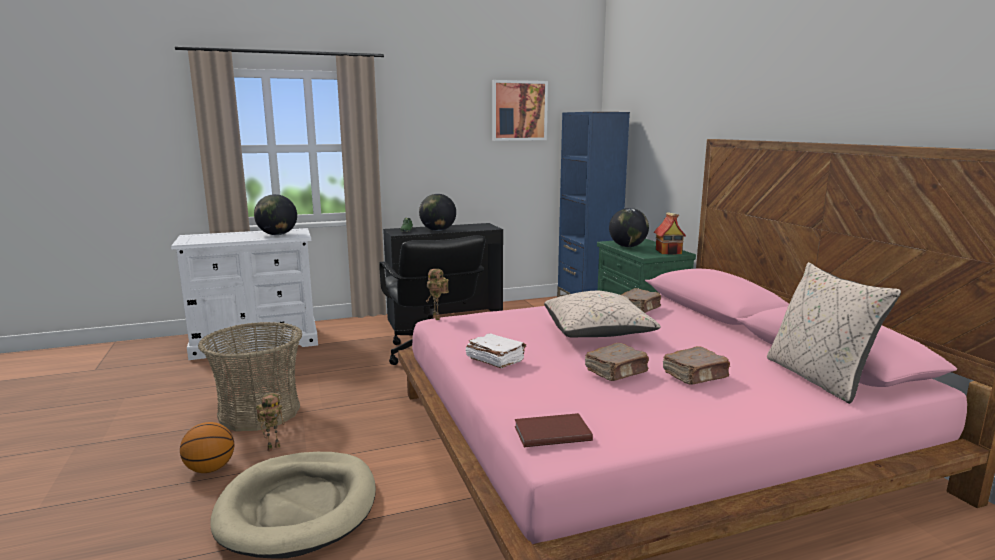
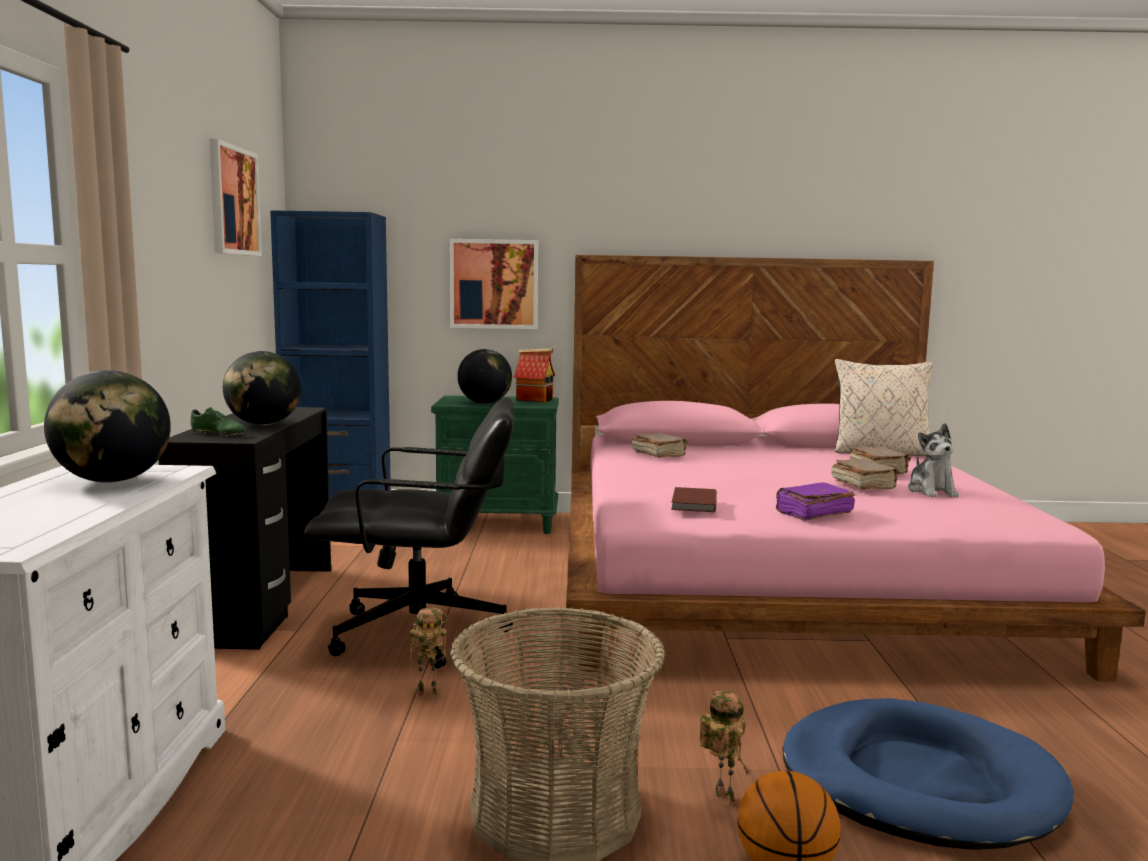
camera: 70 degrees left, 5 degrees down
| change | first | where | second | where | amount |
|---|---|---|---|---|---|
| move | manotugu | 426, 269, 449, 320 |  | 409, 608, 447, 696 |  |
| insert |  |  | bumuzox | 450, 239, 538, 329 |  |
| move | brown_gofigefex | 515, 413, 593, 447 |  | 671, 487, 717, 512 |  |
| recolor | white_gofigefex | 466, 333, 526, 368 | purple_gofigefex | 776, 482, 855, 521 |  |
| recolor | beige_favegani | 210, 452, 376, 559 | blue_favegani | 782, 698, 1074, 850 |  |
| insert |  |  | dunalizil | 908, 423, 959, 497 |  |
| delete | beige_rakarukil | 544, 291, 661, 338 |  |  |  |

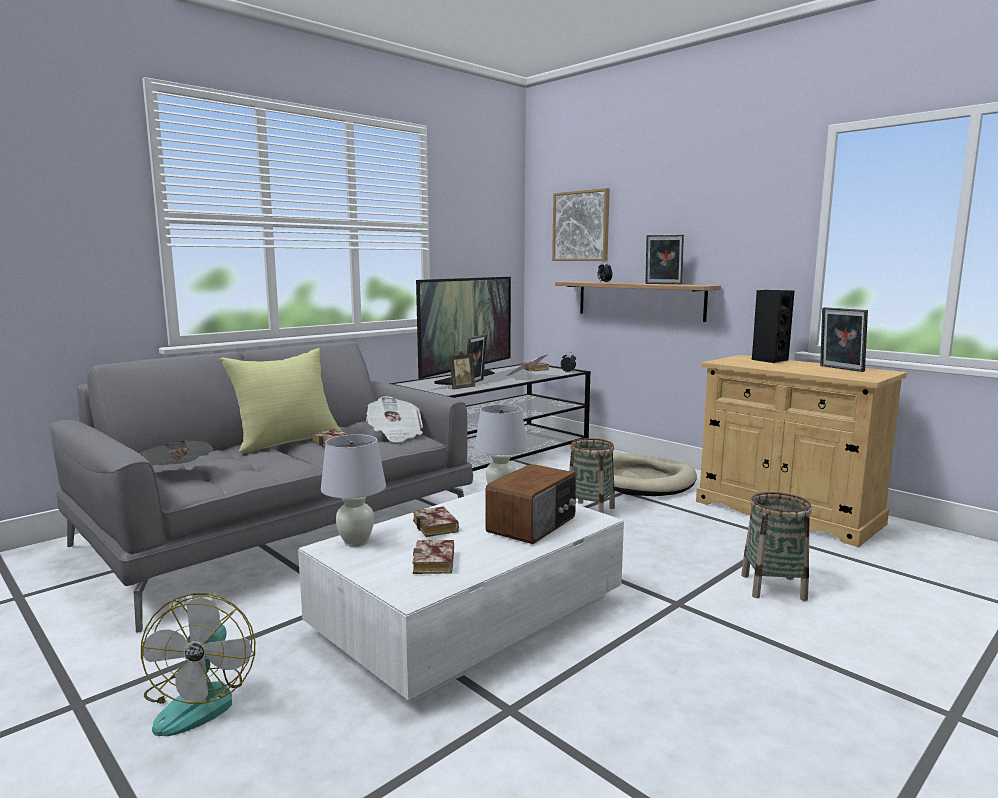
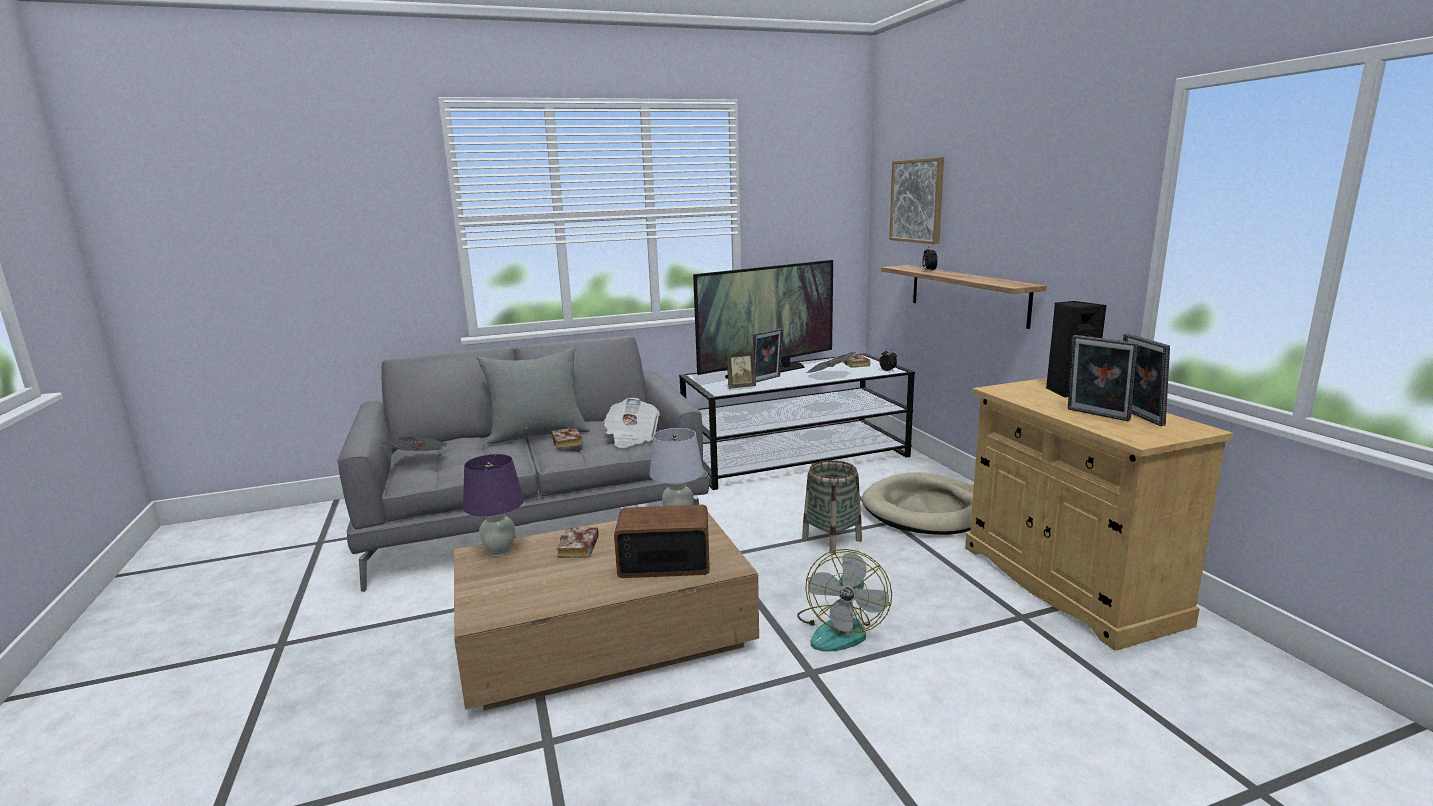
camera: 25 degrees right, 5 degrees up
| change | first | where | second | where | amount |
|---|---|---|---|---|---|
| recolor | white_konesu | 298, 490, 624, 702 | brown_konesu | 454, 513, 759, 711 |  |
| recolor | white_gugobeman | 321, 434, 386, 547 | purple_gugobeman | 463, 454, 524, 557 |  |
| recolor | yellow_rakarukil | 220, 348, 341, 453 | grey_rakarukil | 477, 347, 590, 444 |  |
| rotate | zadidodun | 485, 464, 576, 544 |  | 614, 505, 710, 578 | 150 degrees counterclockwise |
| move | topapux | 141, 593, 255, 736 |  | 797, 549, 892, 652 |  |
| move | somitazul | 646, 235, 684, 284 |  | 1068, 335, 1138, 421 |  |
| delete | gofigefex | 412, 540, 454, 574 |  |  |  |
| delete | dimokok | 741, 492, 812, 601 |  |  |  |

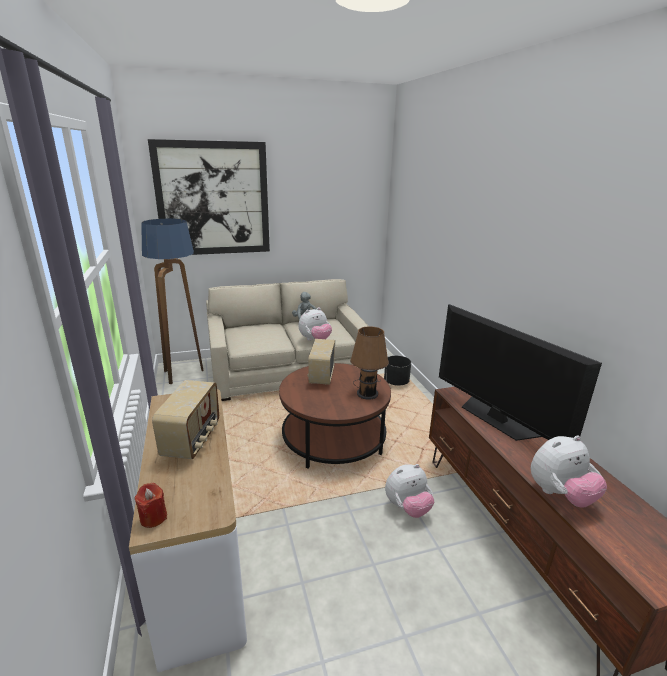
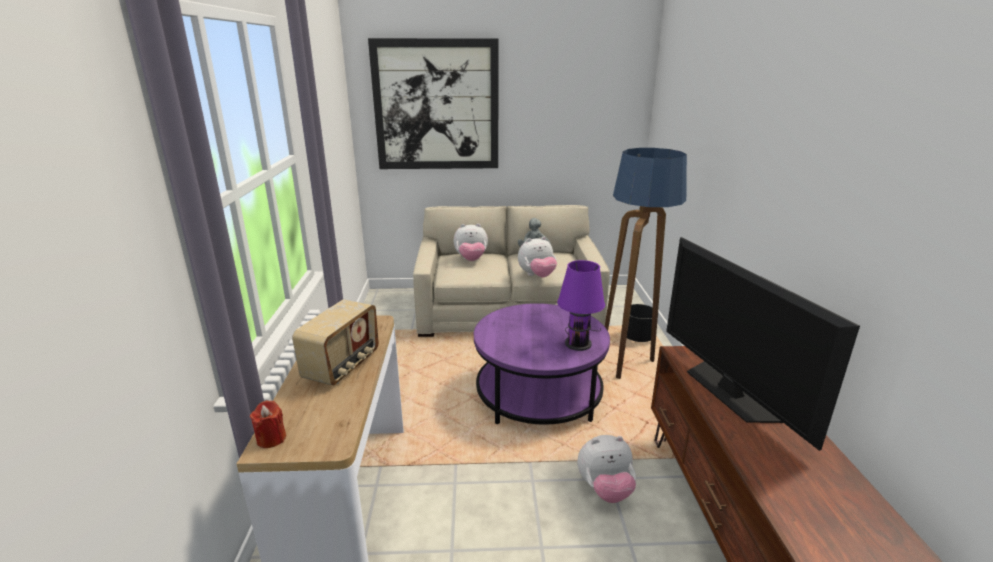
camera: 15 degrees right, 0 degrees up
| change | first | where | second | where | amount |
|---|---|---|---|---|---|
| move | dunalizil | 530, 435, 607, 508 |  | 453, 223, 488, 261 |  |
| recolor | brown_konesu | 279, 363, 391, 468 | purple_konesu | 474, 303, 610, 425 |  |
| recolor | brown_gugobeman | 350, 326, 389, 400 | purple_gugobeman | 557, 260, 605, 351 |  |
| move | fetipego | 141, 219, 204, 384 |  | 605, 148, 687, 379 |  |
| delete | zadidodun | 307, 339, 335, 385 |  |  |  |

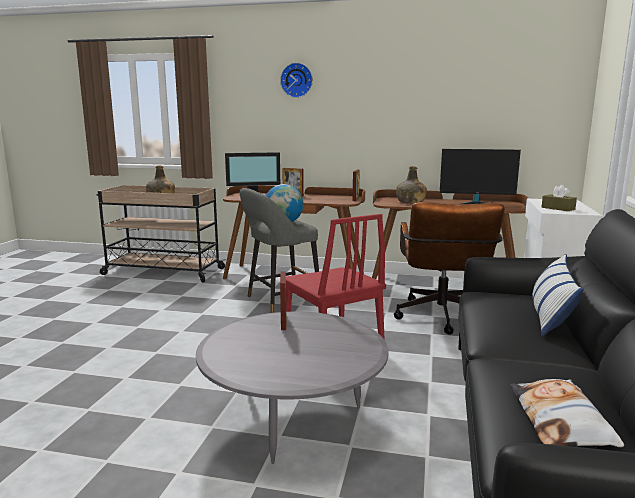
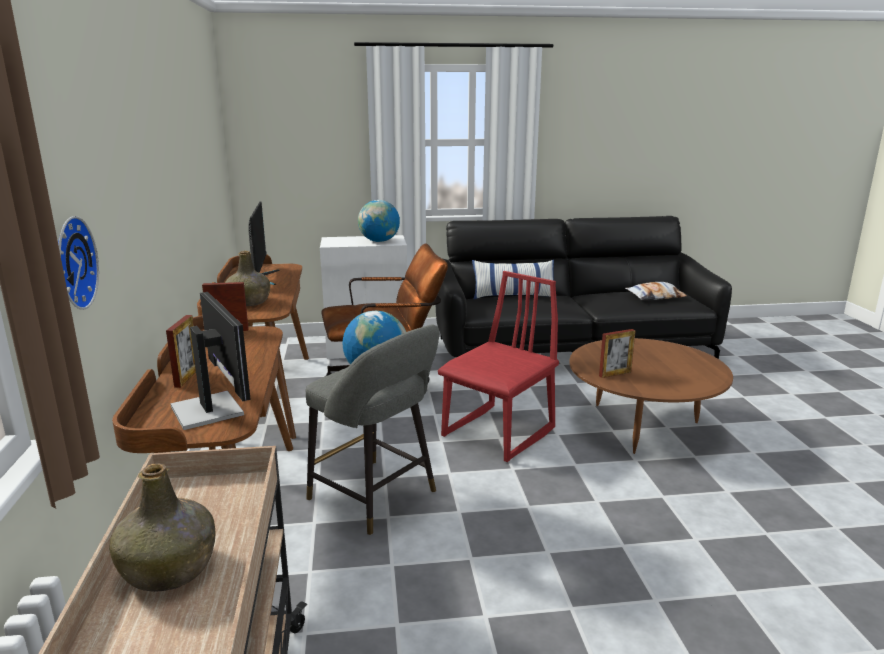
camera: 110 degrees left, 5 degrees up
| change | first | where | second | where | amount |
|---|---|---|---|---|---|
| move | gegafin | 280, 62, 313, 98 |  | 58, 216, 99, 310 |  |
| replace | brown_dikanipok | 542, 185, 577, 211 | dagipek | 358, 200, 400, 242 |  |
| recolor | grey_konesu | 196, 312, 388, 464 | brown_konesu | 569, 338, 733, 454 |  |

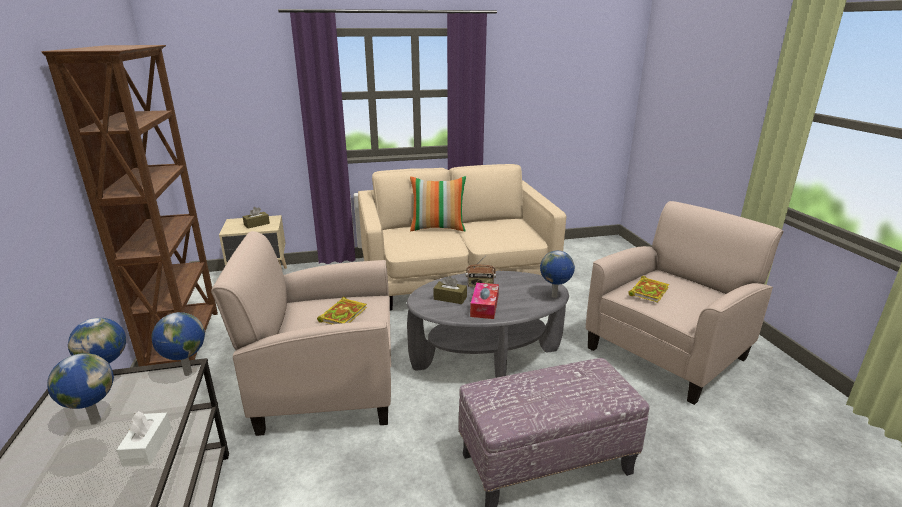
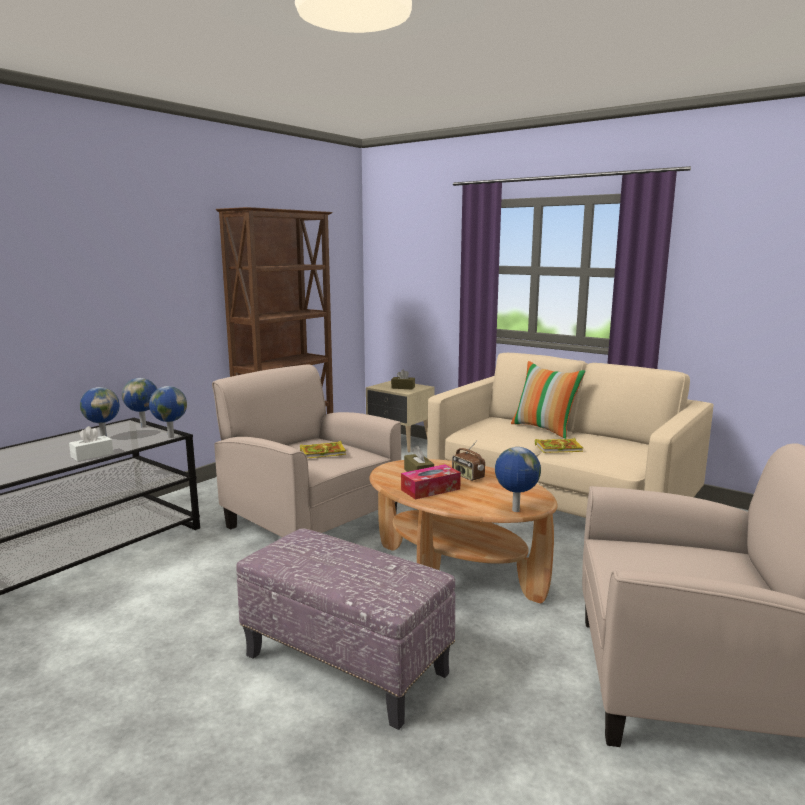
camera: 50 degrees right, 10 degrees down
| change | first | where | second | where | amount |
|---|---|---|---|---|---|
| recolor | grey_konesu | 407, 271, 569, 378 | brown_konesu | 369, 459, 558, 603 |  |
| move | gofigefex | 628, 276, 669, 303 |  | 535, 438, 583, 453 |  |

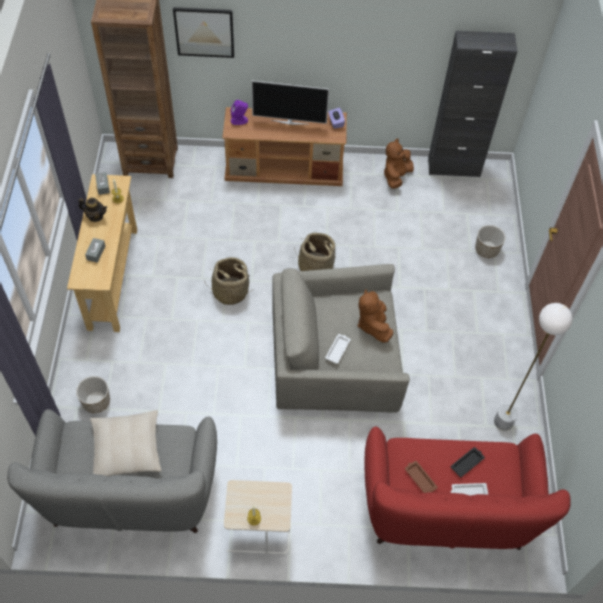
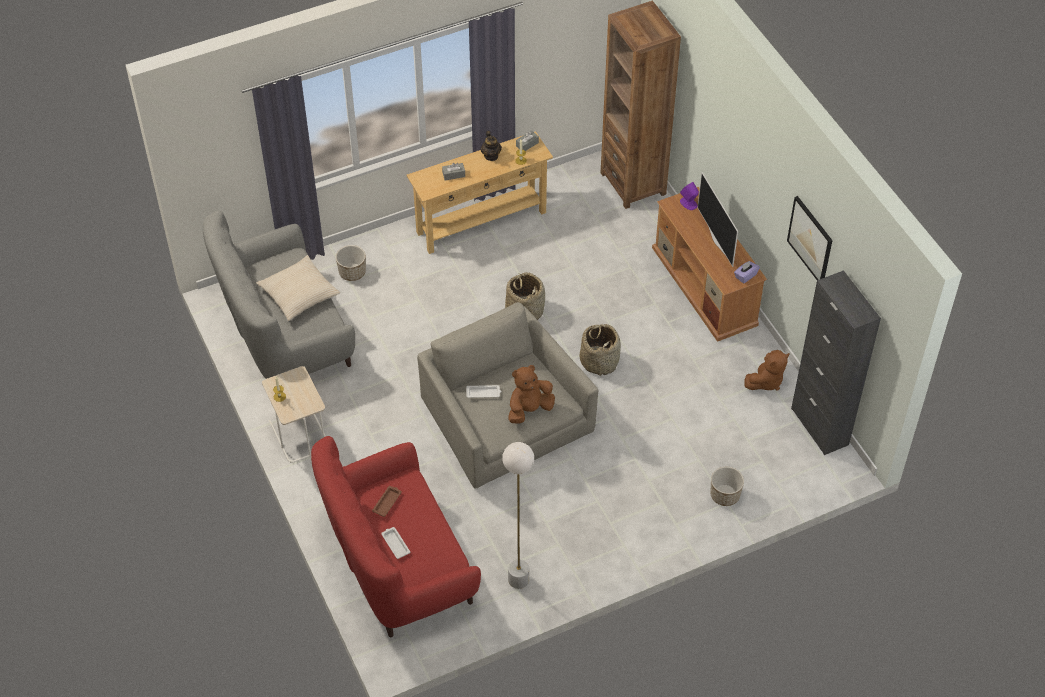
camera: 65 degrees right, 5 degrees down
| change | first | where | second | where | amount |
|---|---|---|---|---|---|
| rotate | brown_dunalizil | 384, 139, 414, 189 |  | 745, 350, 790, 391 | 135 degrees clockwise |
| move | bumuzox | 173, 7, 234, 58 |  | 787, 196, 833, 280 |  |
| delete | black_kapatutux | 451, 447, 485, 477 |  |  |  |

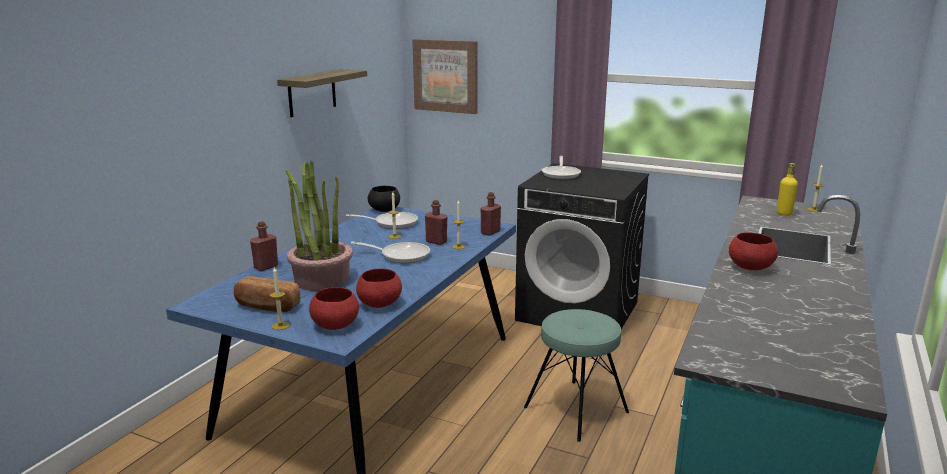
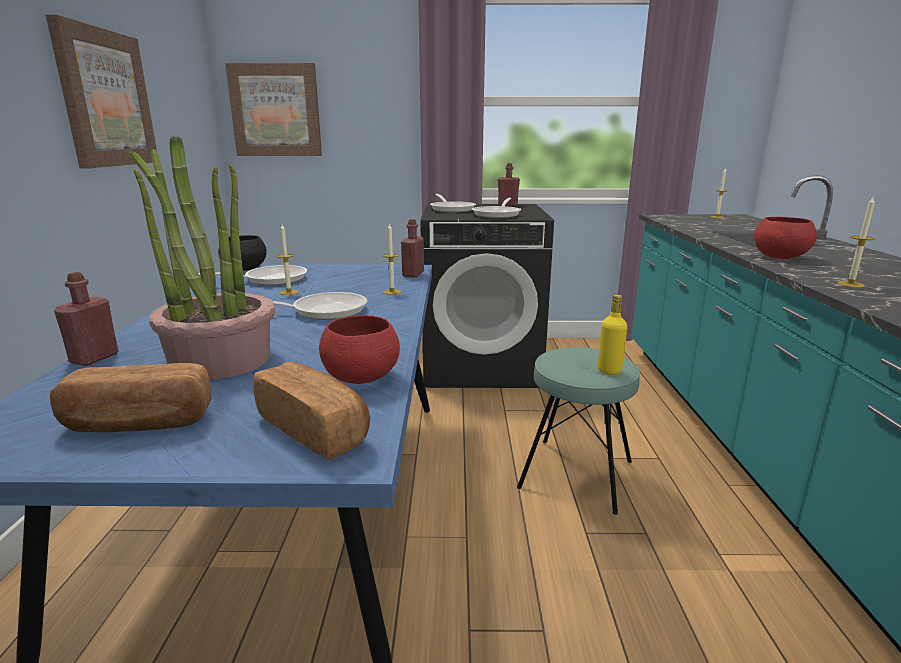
camera: 25 degrees left, 0 degrees up
| change | first | where | second | where | amount |
|---|---|---|---|---|---|
| replace | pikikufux | 277, 69, 367, 117 | bumuzox | 46, 15, 157, 168 |  |
| replace | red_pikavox | 309, 287, 359, 330 | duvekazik | 253, 362, 370, 459 |  |
| insert |  |  | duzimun | 472, 198, 521, 218 |  |
| move | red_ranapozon | 425, 200, 447, 245 |  | 498, 163, 520, 207 |  |
| move | yellow_ranapozon | 777, 163, 798, 216 |  | 598, 295, 628, 375 |  |
| move | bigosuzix | 270, 266, 290, 330 |  | 837, 197, 875, 288 |  |

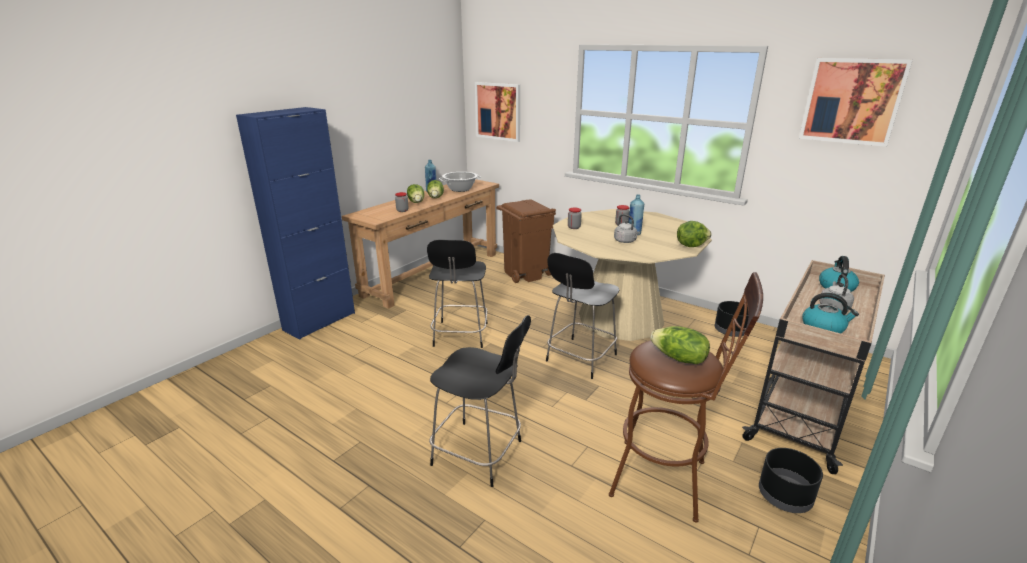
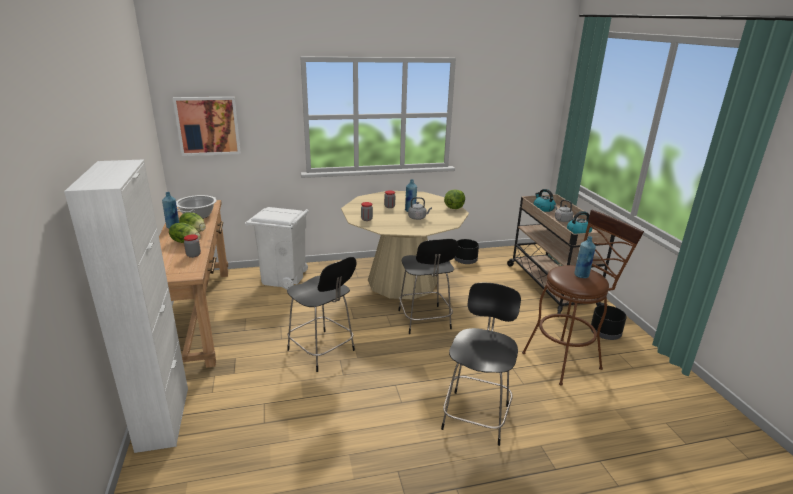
camera: 50 degrees left, 0 degrees up
| change | first | where | second | where | amount |
|---|---|---|---|---|---|
| recolor | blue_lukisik | 236, 107, 355, 339 | white_lukisik | 64, 159, 188, 453 |  |
| recolor | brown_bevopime | 496, 199, 556, 283 | white_bevopime | 245, 207, 309, 290 |  |
| rotate | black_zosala | 429, 315, 531, 487 |  | 441, 283, 521, 446 | 45 degrees counterclockwise |
| replace | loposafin | 650, 326, 710, 364 | blue_ranapozon | 574, 236, 596, 278 |  |
| delete | bumuzox | 799, 58, 913, 147 |  |  |  |

